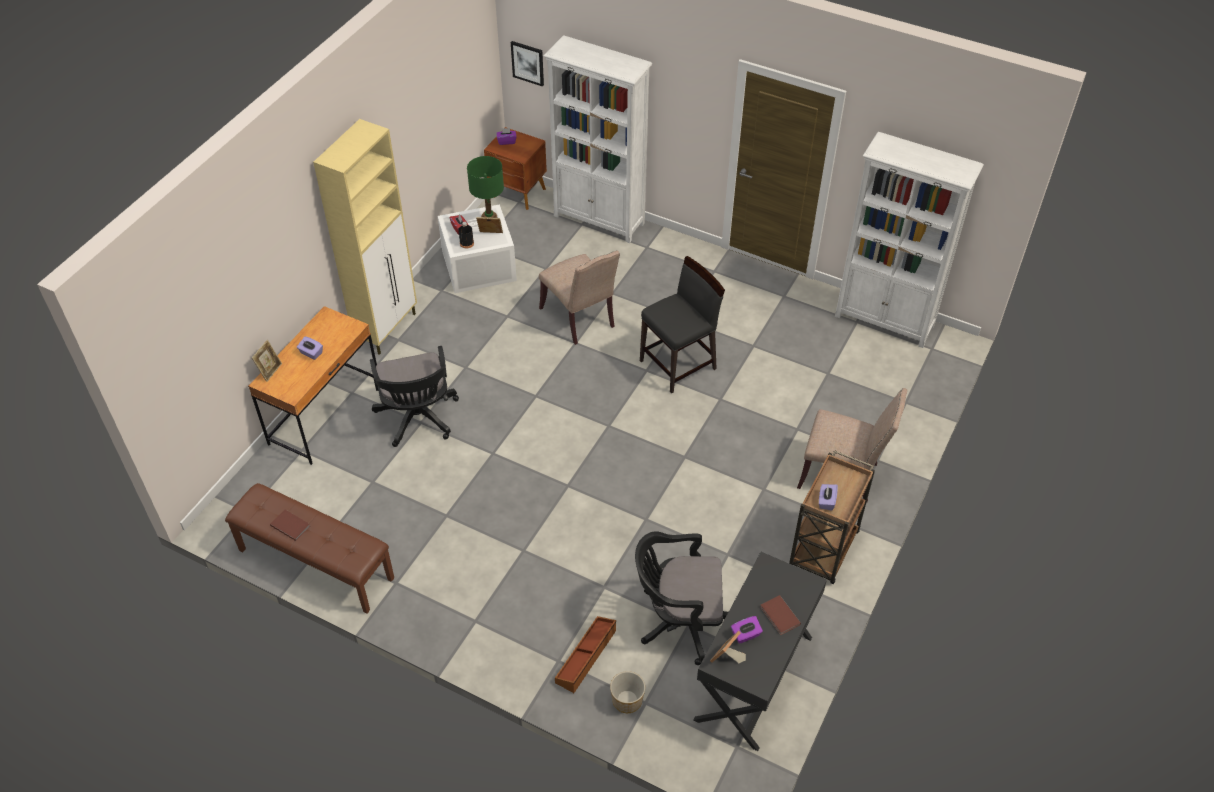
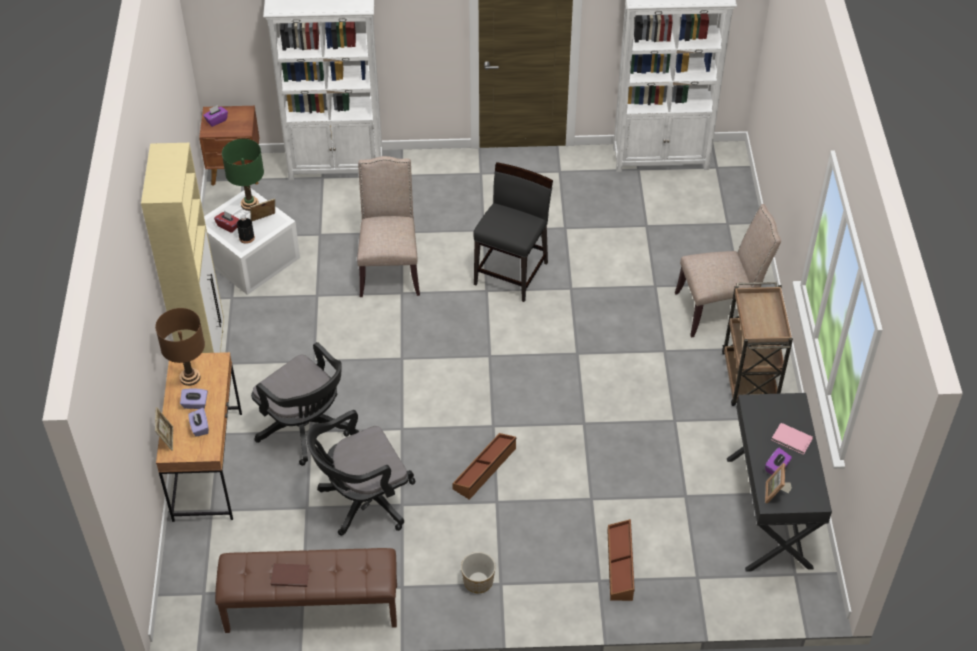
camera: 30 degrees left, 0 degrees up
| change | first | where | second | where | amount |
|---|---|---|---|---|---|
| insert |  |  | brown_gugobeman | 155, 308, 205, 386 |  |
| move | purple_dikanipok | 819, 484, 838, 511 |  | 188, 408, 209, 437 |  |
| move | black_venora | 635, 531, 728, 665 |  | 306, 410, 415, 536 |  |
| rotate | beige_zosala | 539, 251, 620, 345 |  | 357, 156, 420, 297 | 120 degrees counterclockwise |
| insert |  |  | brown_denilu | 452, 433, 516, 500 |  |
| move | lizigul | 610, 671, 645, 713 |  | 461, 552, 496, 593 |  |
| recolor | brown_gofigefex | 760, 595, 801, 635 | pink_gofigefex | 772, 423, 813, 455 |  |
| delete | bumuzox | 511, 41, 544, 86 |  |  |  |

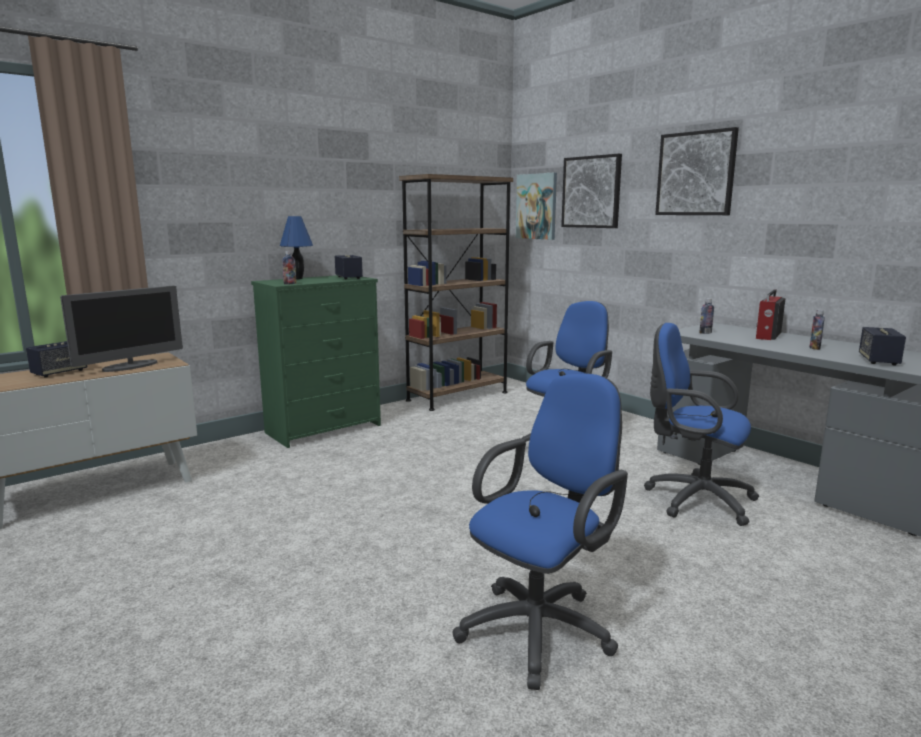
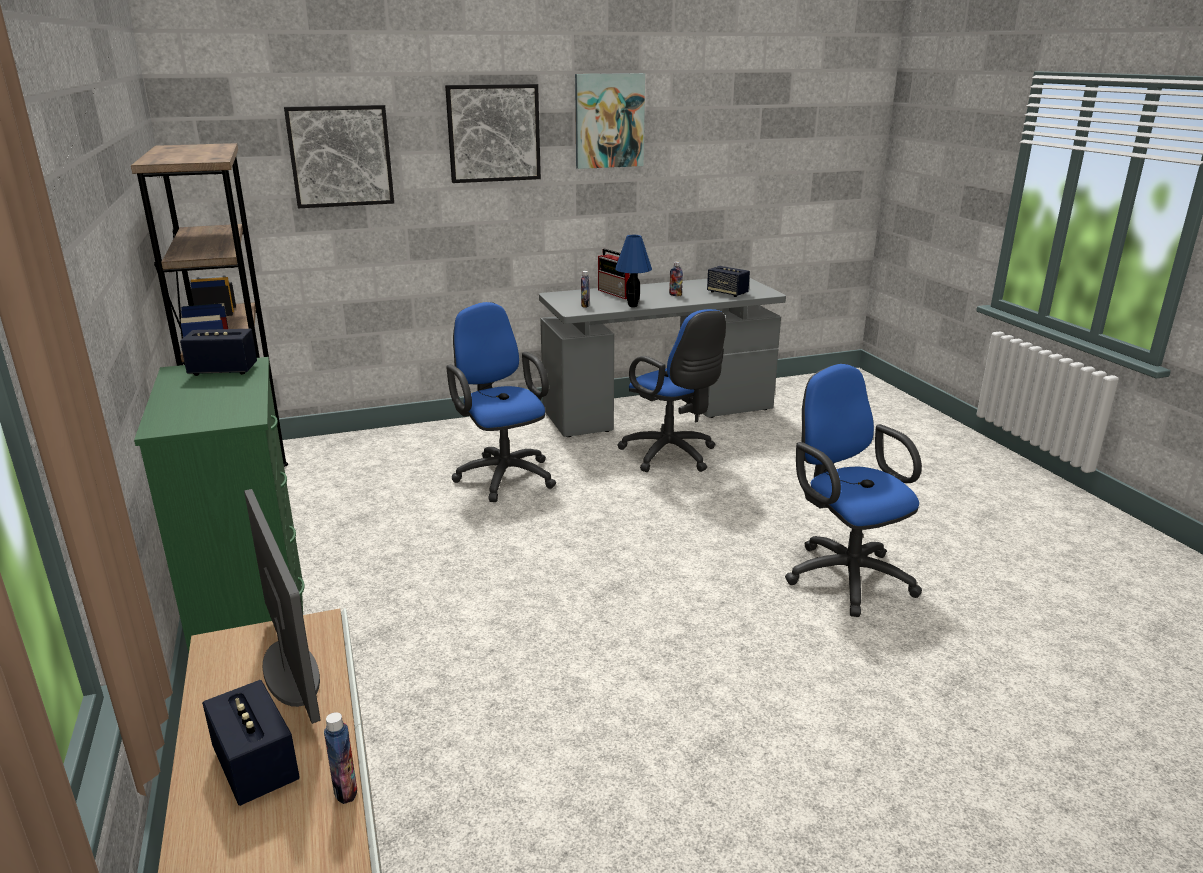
camera: 70 degrees left, 10 degrees up
| change | first | where | second | where | amount |
|---|---|---|---|---|---|
| move | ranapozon | 282, 251, 296, 284 |  | 324, 712, 357, 804 |  |
| move | bumuzox | 516, 173, 557, 240 |  | 575, 73, 645, 169 |  |
| move | blue_gugobeman | 280, 216, 313, 279 |  | 615, 235, 652, 307 |  |
| rotate | blue_venora | 644, 323, 759, 526 |  | 617, 309, 726, 472 | 90 degrees counterclockwise |

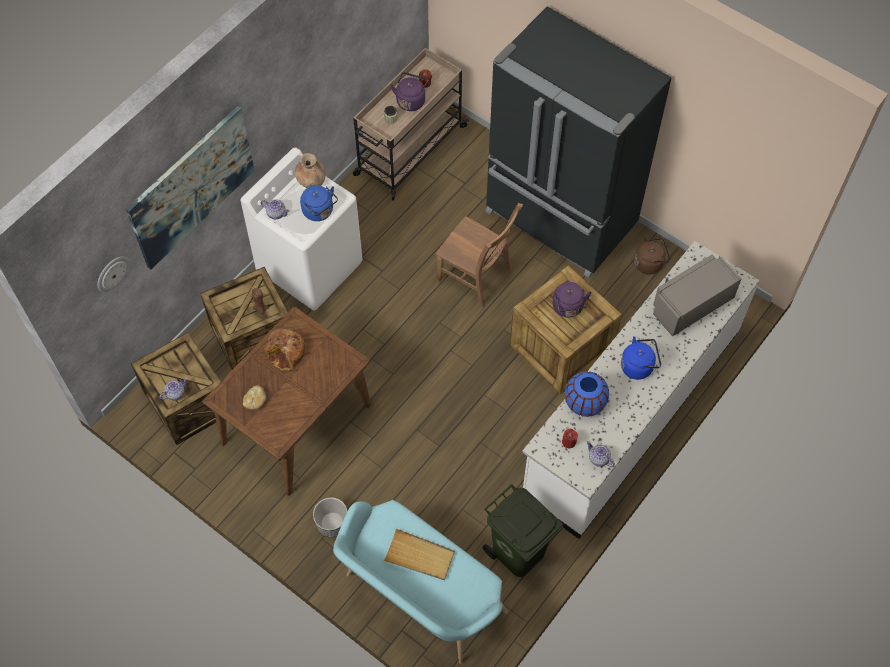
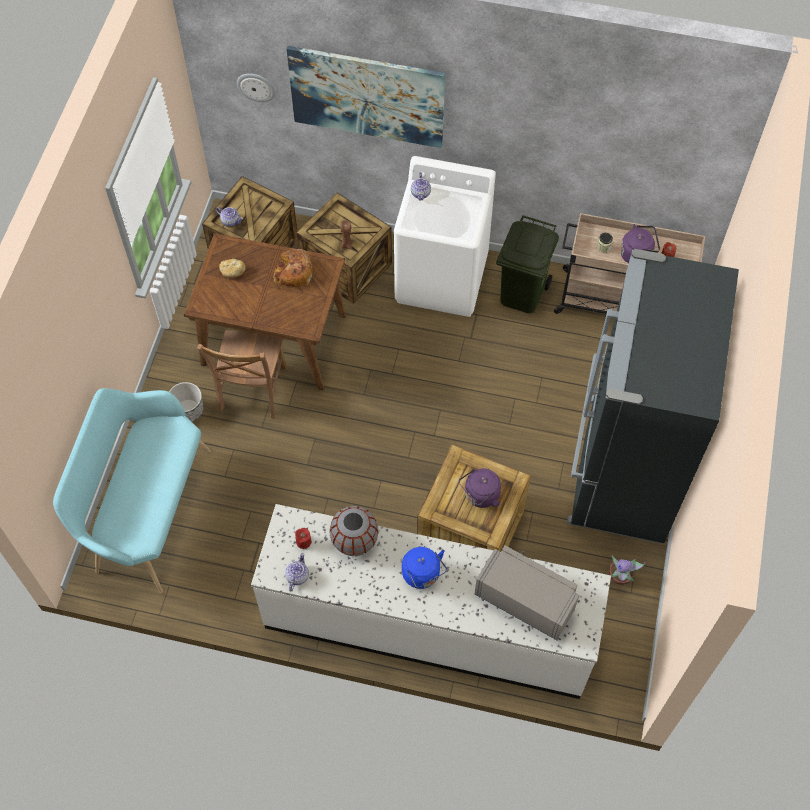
camera: 65 degrees right, 0 degrees up
| change | first | where | second | where | amount |
|---|---|---|---|---|---|
| move | brown_zosala | 436, 203, 523, 307 |  | 197, 330, 286, 419 |  |
| recolor | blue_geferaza | 565, 371, 609, 417 | grey_geferaza | 330, 506, 378, 556 |  |
| move | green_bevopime | 483, 484, 563, 577 |  | 496, 215, 559, 313 |  |
| replace | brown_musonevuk | 635, 237, 670, 274 | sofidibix | 609, 555, 645, 585 |  |
| delete | brown_geferaza | 295, 153, 325, 188 |  |  |  |
| delete | blue_musonevuk | 300, 185, 338, 221 |  |  |  |
| delete | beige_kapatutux | 384, 529, 455, 580 |  |  |  |

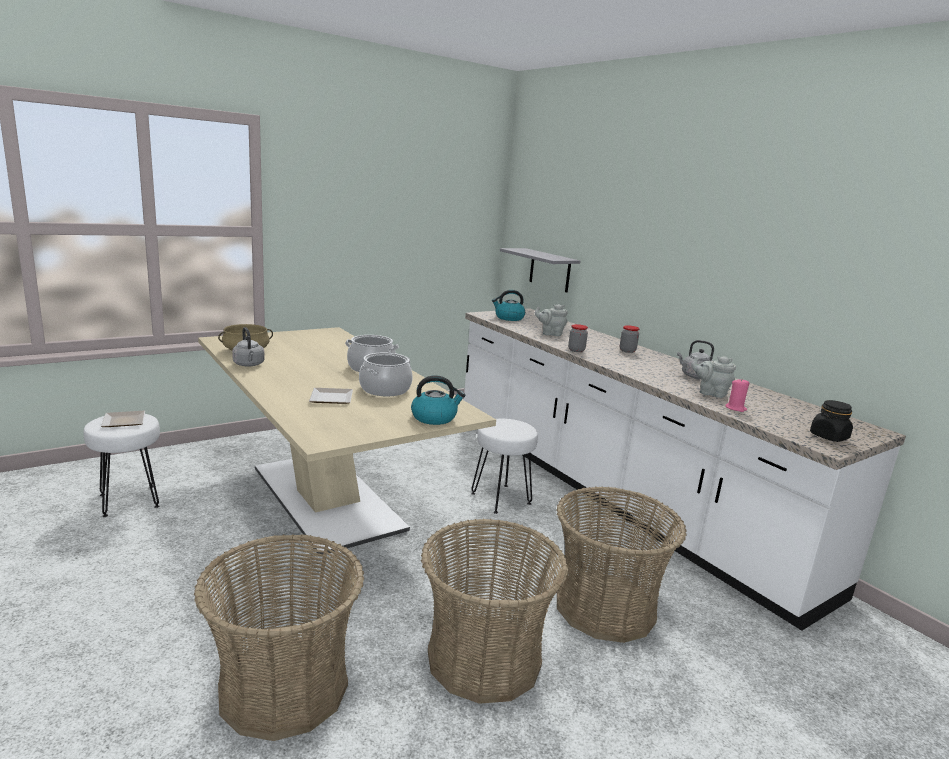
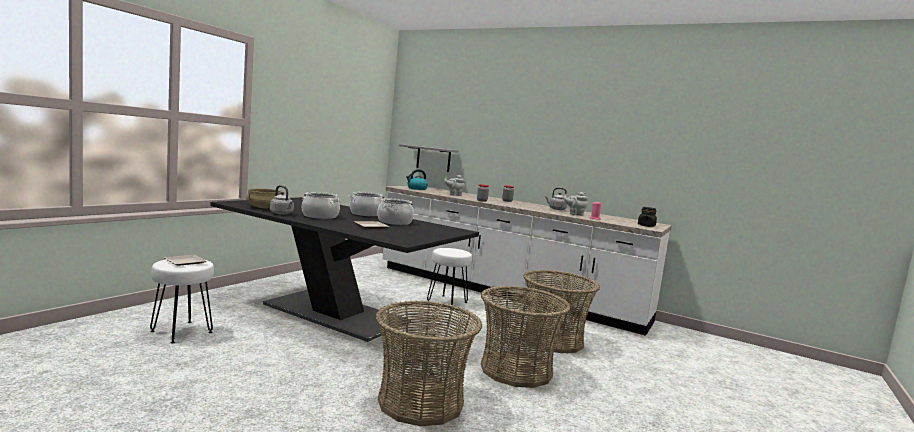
camera: 25 degrees left, 10 degrees down
| change | first | where | second | where | amount |
|---|---|---|---|---|---|
| recolor | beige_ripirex | 198, 327, 496, 554 | black_ripirex | 210, 197, 479, 342 |  |
| insert |  |  | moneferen | 302, 192, 341, 219 |  |
| delete | musonevuk | 411, 375, 466, 425 |  |  |  |

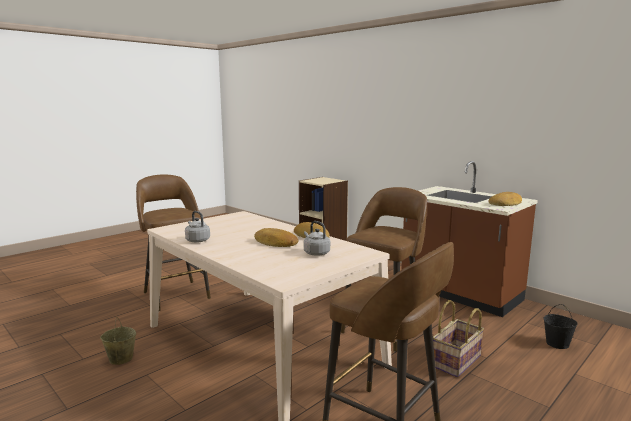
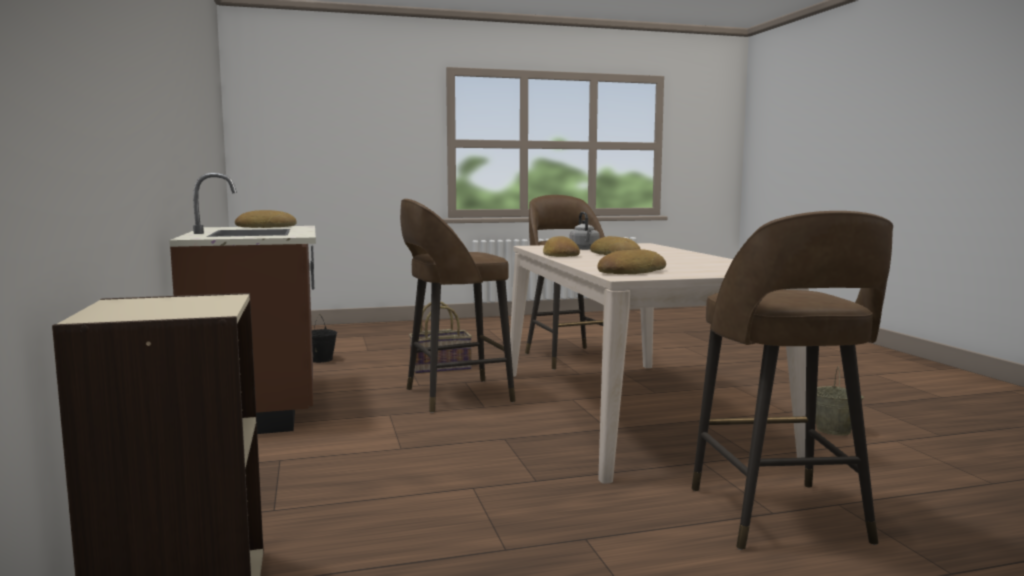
camera: 150 degrees left, 5 degrees down
| change | first | where | second | where | amount |
|---|---|---|---|---|---|
| insert |  |  | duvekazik | 598, 249, 666, 274 |  |
| delete | grey_musonevuk | 185, 211, 210, 243 |  |  |  |

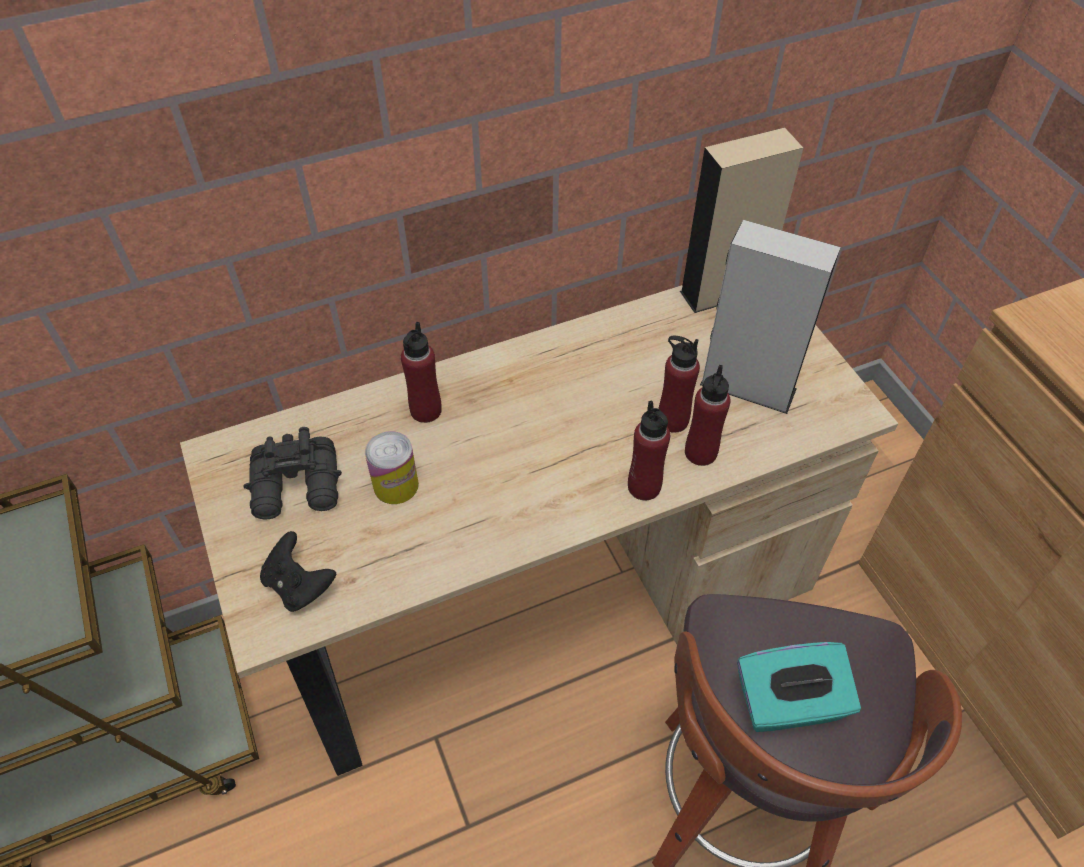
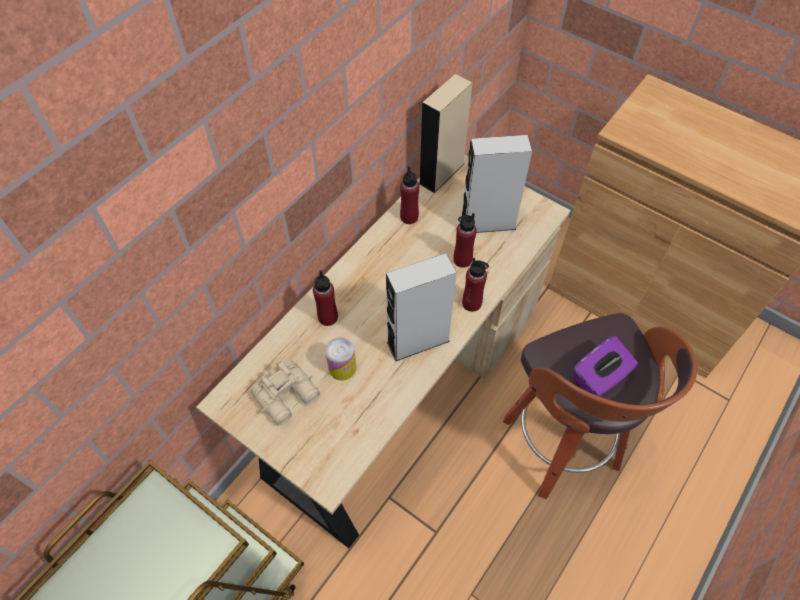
camera: 30 degrees left, 5 degrees up
| change | first | where | second | where | amount |
|---|---|---|---|---|---|
| recolor | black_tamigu | 244, 427, 342, 520 | beige_tamigu | 251, 360, 320, 426 |  |
| insert |  |  | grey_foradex | 386, 253, 457, 362 |  |
| move | red_ranapozon | 685, 365, 731, 466 |  | 400, 166, 419, 224 |  |
| recolor | turquoise_dikanipok | 737, 642, 861, 732 | purple_dikanipok | 573, 336, 638, 396 |  |
| delete | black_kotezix | 260, 531, 336, 612 |  |  |  |

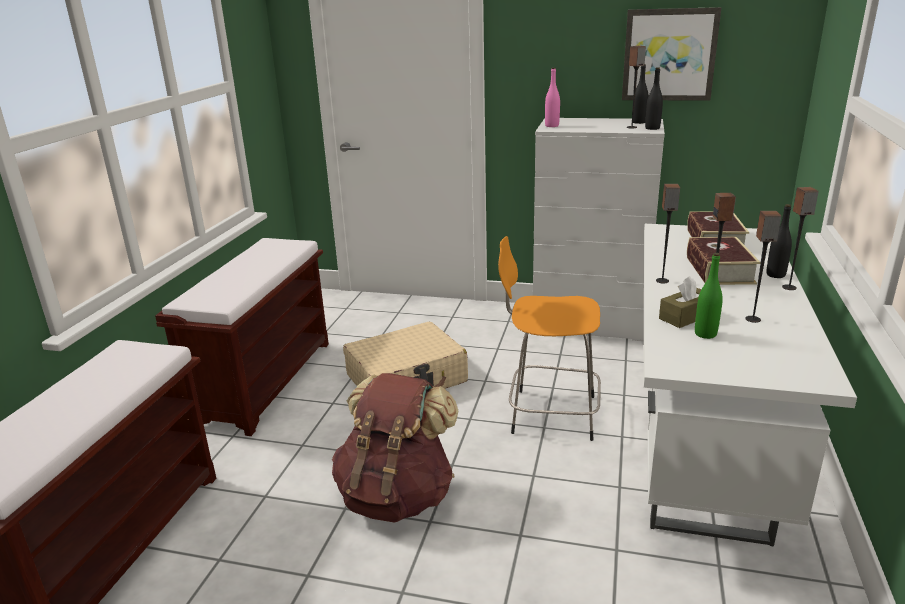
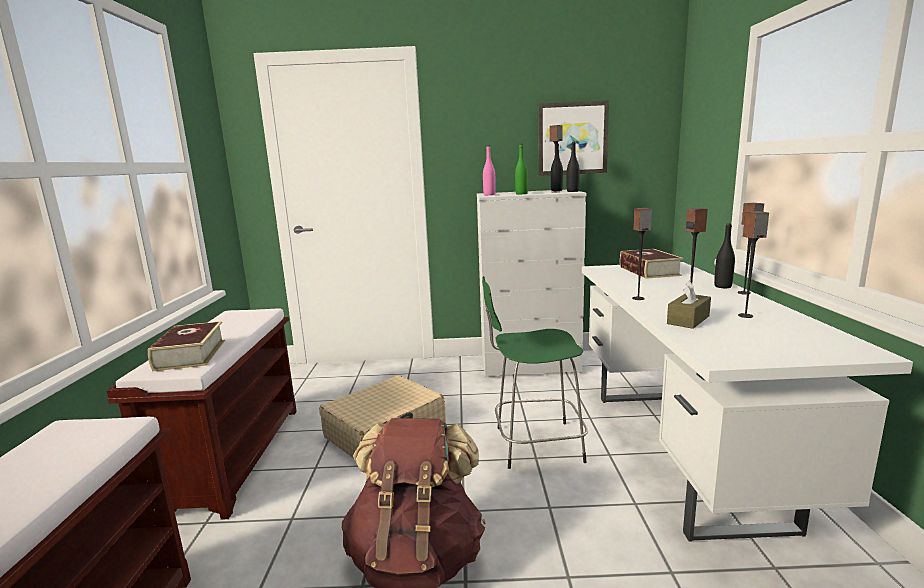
camera: 15 degrees left, 10 degrees down
| change | first | where | second | where | amount |
|---|---|---|---|---|---|
| move | gofigefex | 687, 237, 761, 285 |  | 148, 321, 225, 371 |  |
| recolor | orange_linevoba | 498, 236, 601, 441 | green_linevoba | 482, 276, 588, 469 |  |
| move | green_ranapozon | 695, 253, 723, 339 |  | 515, 144, 528, 194 |  |

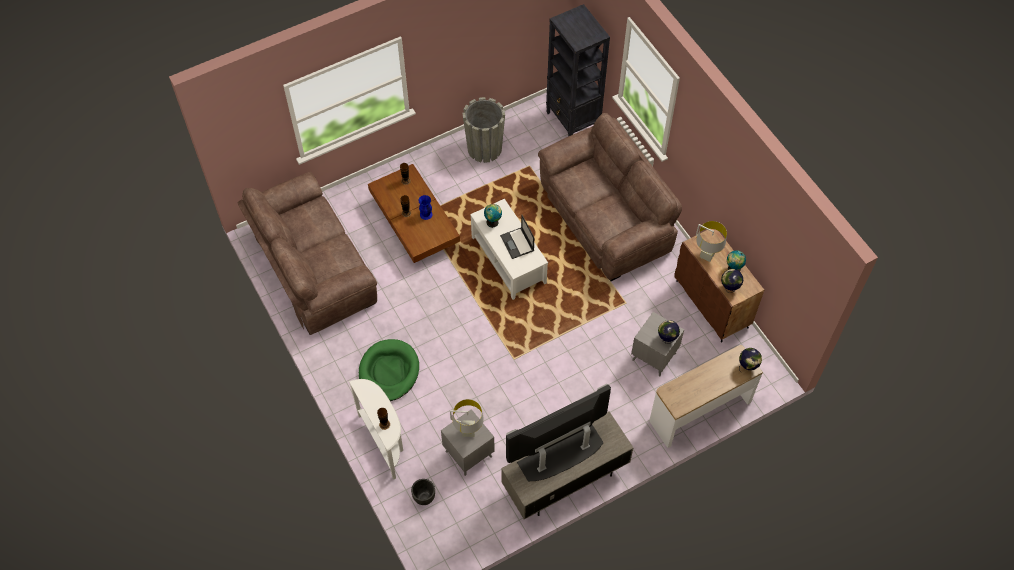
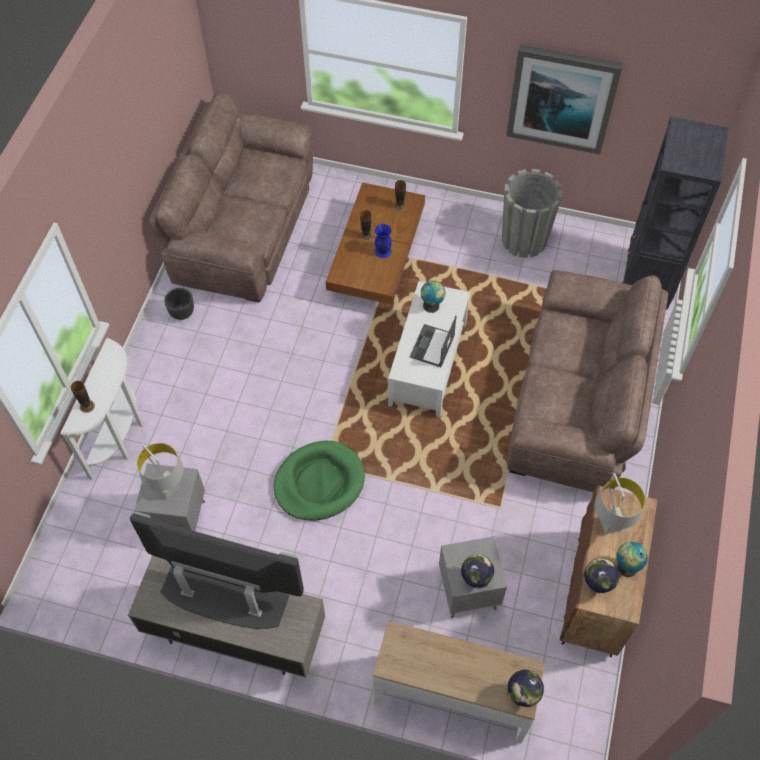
camera: 45 degrees right, 0 degrees up
| change | first | where | second | where | amount |
|---|---|---|---|---|---|
| move | black_lizigul | 411, 479, 435, 505 |  | 164, 288, 194, 320 |  |
| move | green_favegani | 359, 339, 419, 401 |  | 274, 441, 365, 521 |  |
| insert |  |  | bumuzox | 506, 45, 623, 154 |  |

